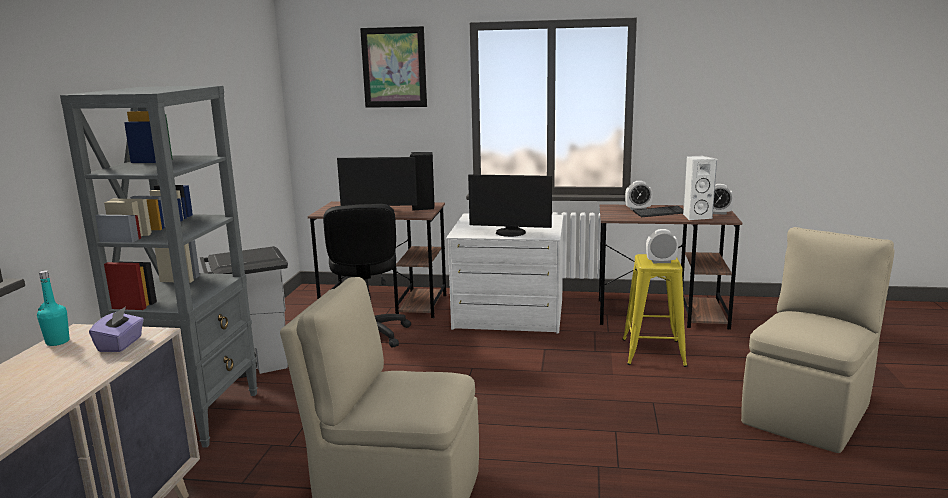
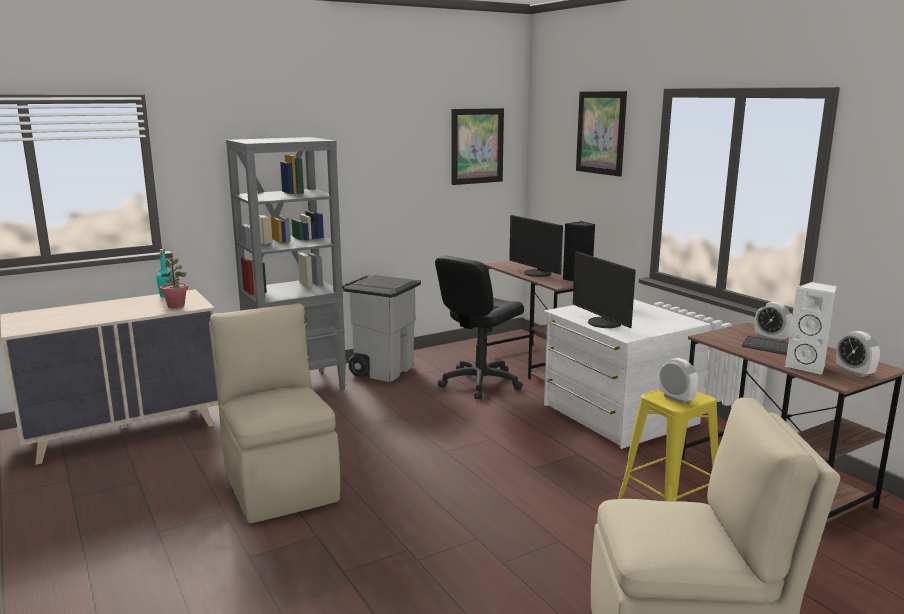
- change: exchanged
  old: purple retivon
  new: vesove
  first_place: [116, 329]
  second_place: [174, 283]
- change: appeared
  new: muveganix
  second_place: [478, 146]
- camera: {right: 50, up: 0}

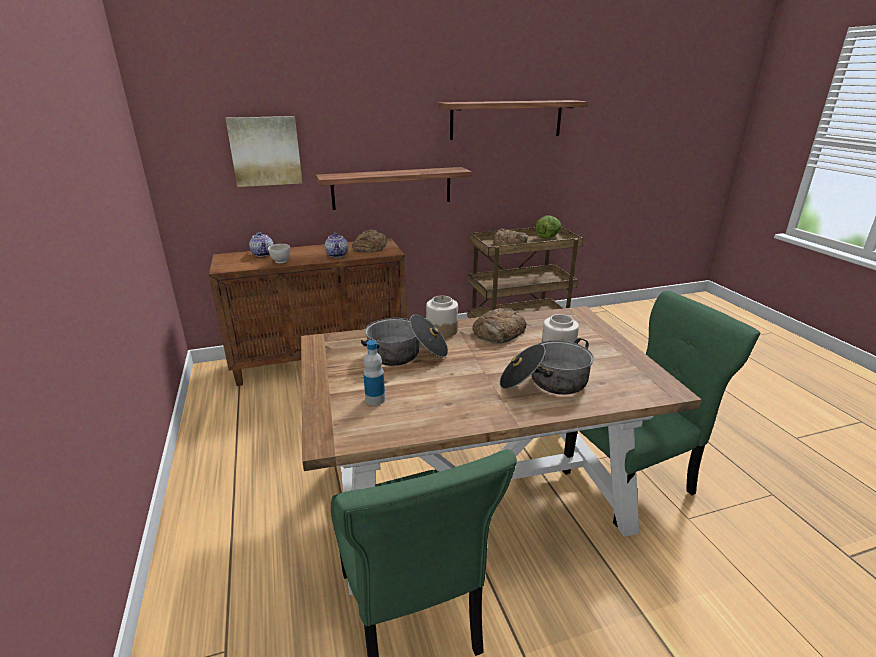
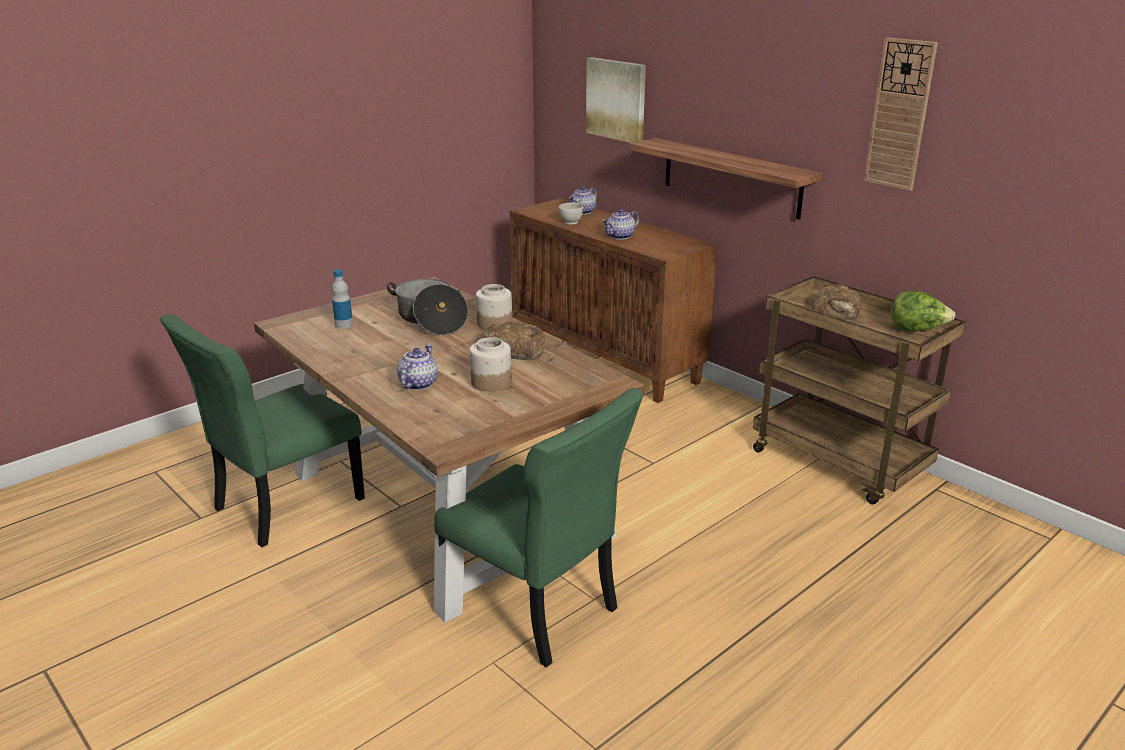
- change: exchanged
  old: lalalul
  new: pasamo
  first_place: [513, 120]
  second_place: [901, 114]
- change: missing
  old: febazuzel
  first_place: [369, 241]
- change: exchanged
  old: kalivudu
  new: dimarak
  first_place: [547, 366]
  second_place: [417, 367]
- camera: {right: 65, up: 0}

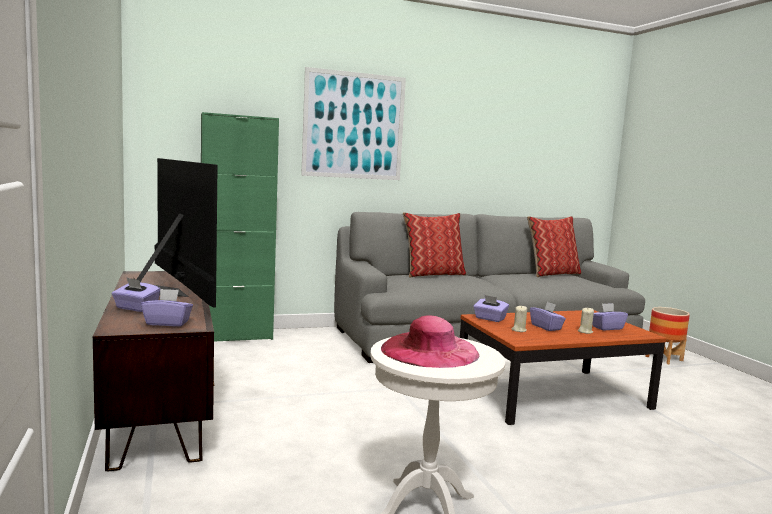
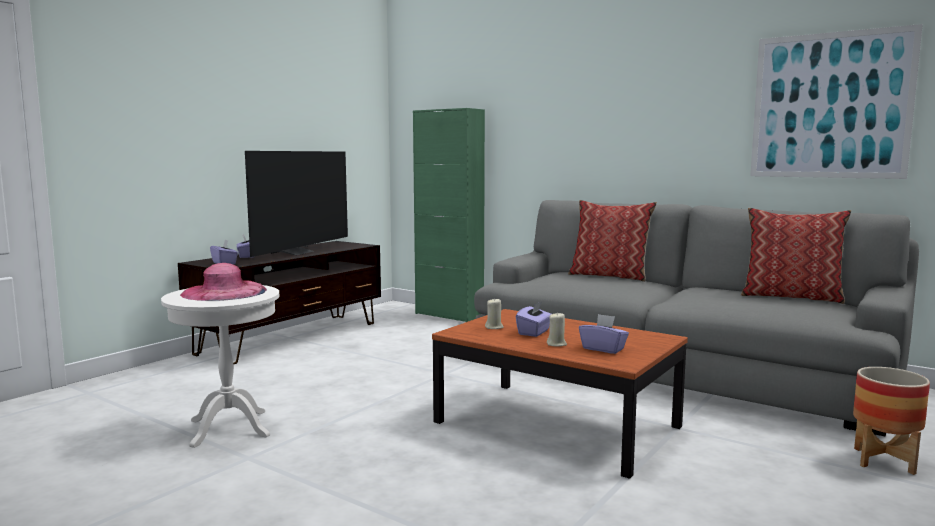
- change: relocated
  old: muveganix
  first_place: [353, 123]
  second_place: [836, 101]
- change: missing
  old: purple retivon
  first_place: [491, 308]
- camera: {right: 55, up: 0}

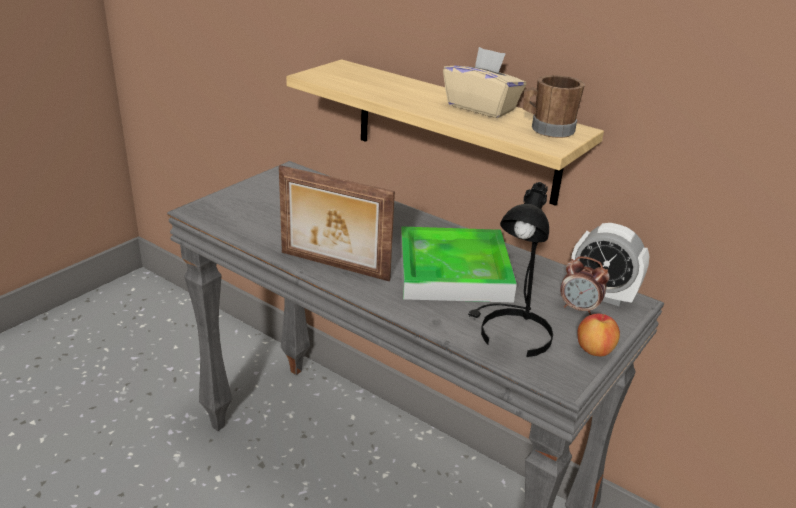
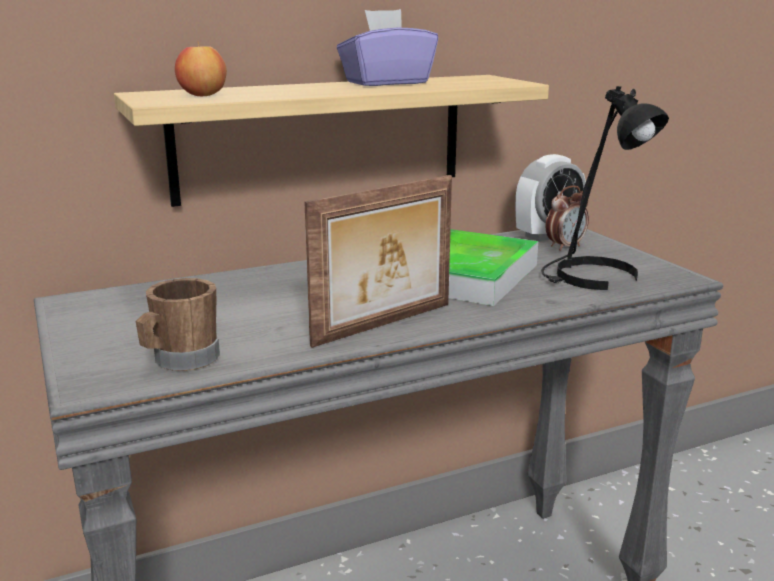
- change: colour
  old: beige retivon
  new: purple retivon
  first_place: [484, 82]
  second_place: [387, 47]
- change: relocated
  old: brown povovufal
  first_place: [554, 106]
  second_place: [178, 324]
- change: relocated
  old: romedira
  first_place: [598, 335]
  second_place: [201, 69]
- camera: {right: -60, up: -10}

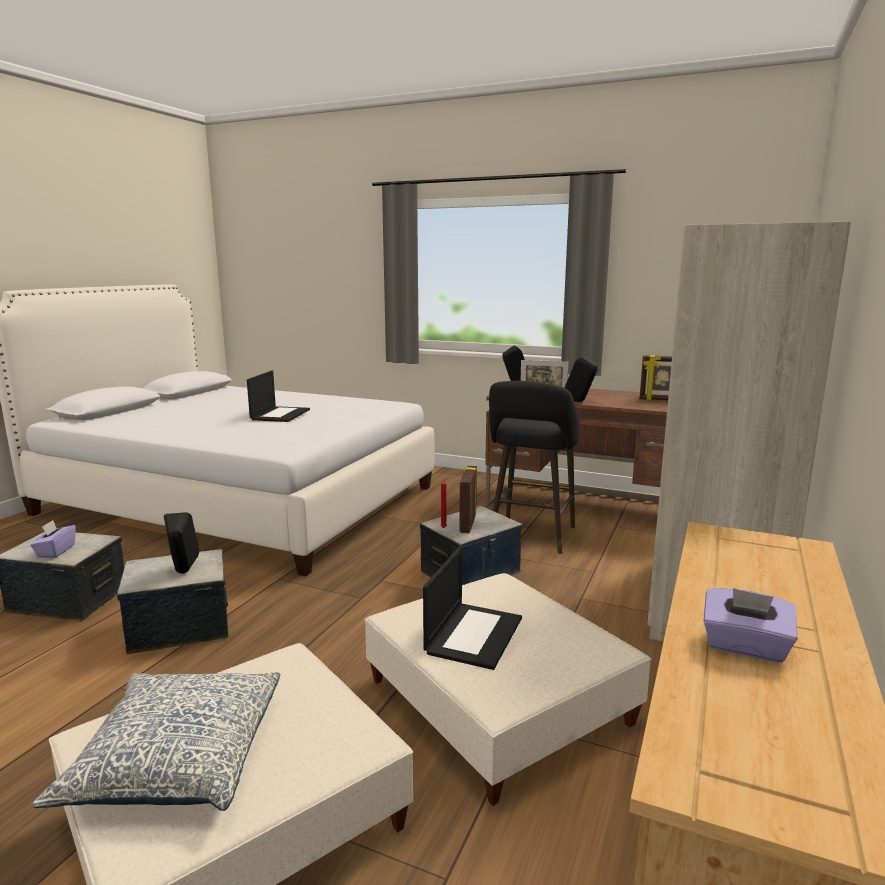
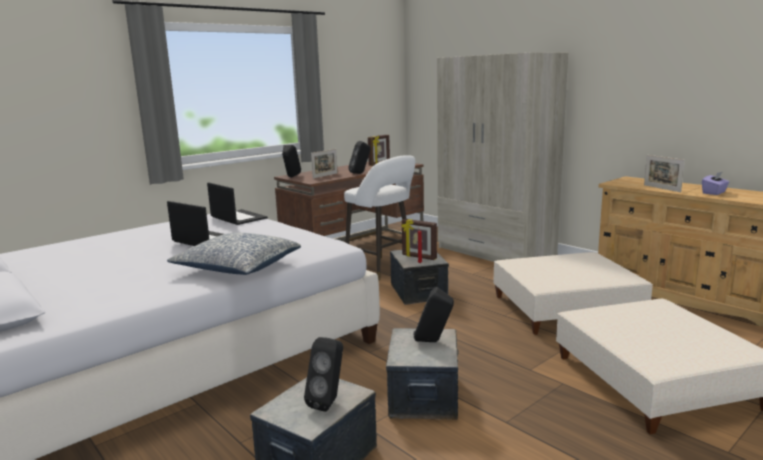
- change: colour
  old: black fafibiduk
  new: white fafibiduk
  first_place: [534, 467]
  second_place: [379, 218]
- change: exchanged
  old: purple retivon
  new: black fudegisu
  first_place: [53, 539]
  second_place: [323, 374]
- change: relocated
  old: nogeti
  first_place: [472, 608]
  second_place: [237, 203]
- change: relocated
  old: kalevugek
  first_place: [156, 741]
  second_place: [234, 254]
- change: appeared
  new: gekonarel
  second_place: [664, 173]
- camera: {right: -65, up: 0}

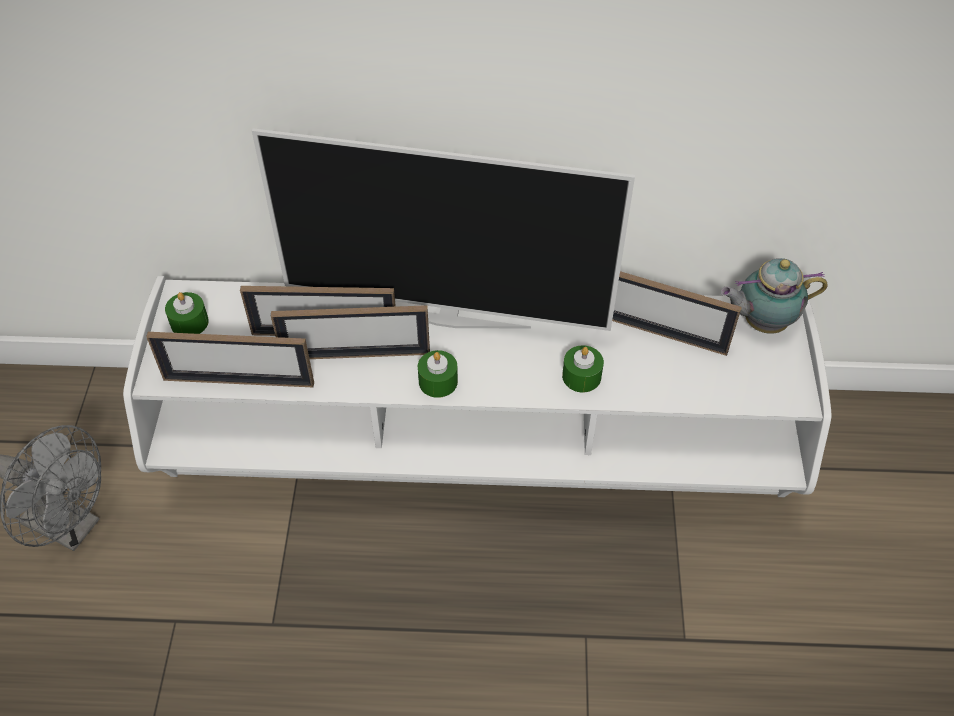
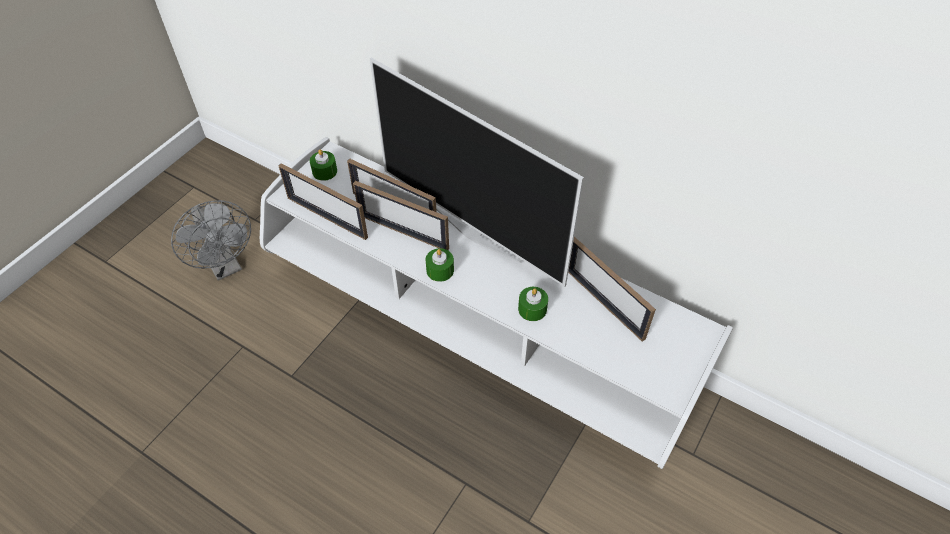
- change: missing
  old: dimarak
  first_place: [774, 296]
- camera: {right: 30, up: 0}

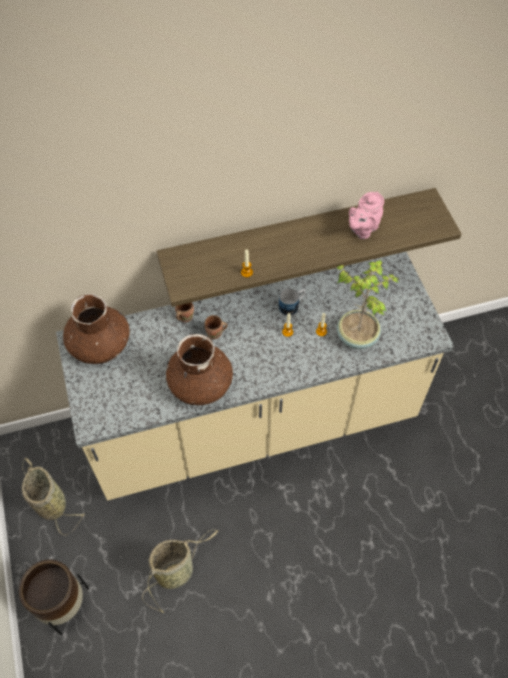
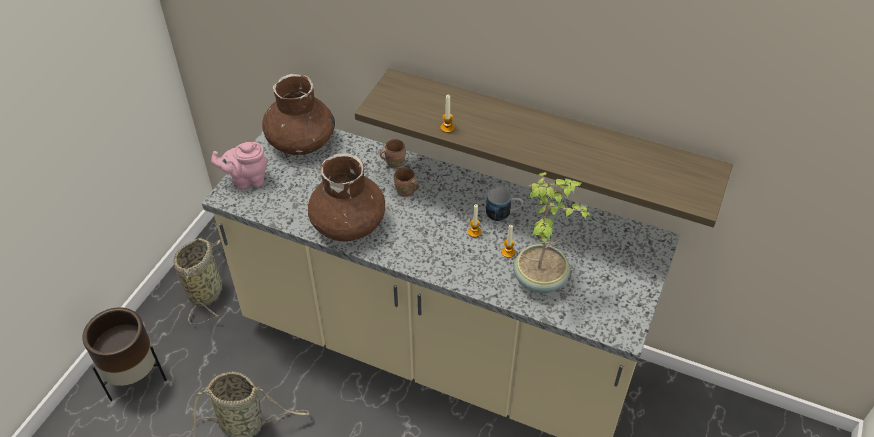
- change: relocated
  old: pink dimarak
  first_place: [366, 215]
  second_place: [239, 165]
- camera: {right: 40, up: -10}

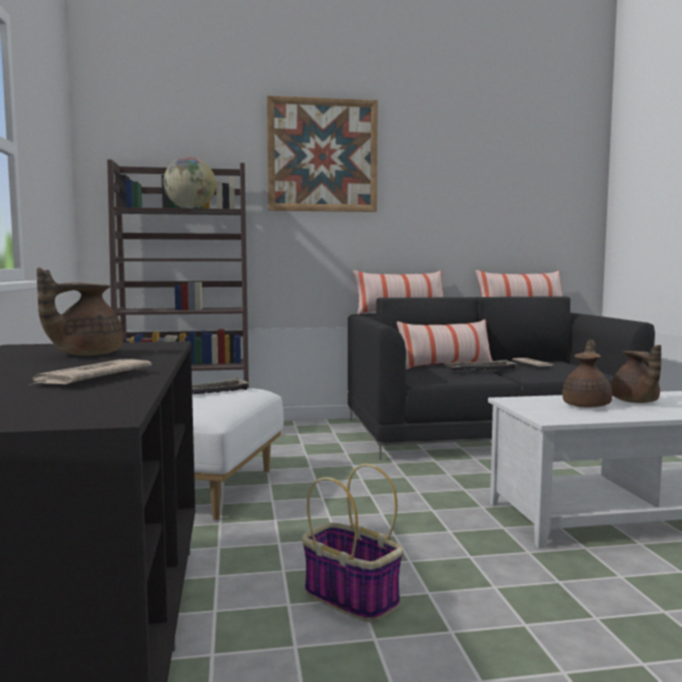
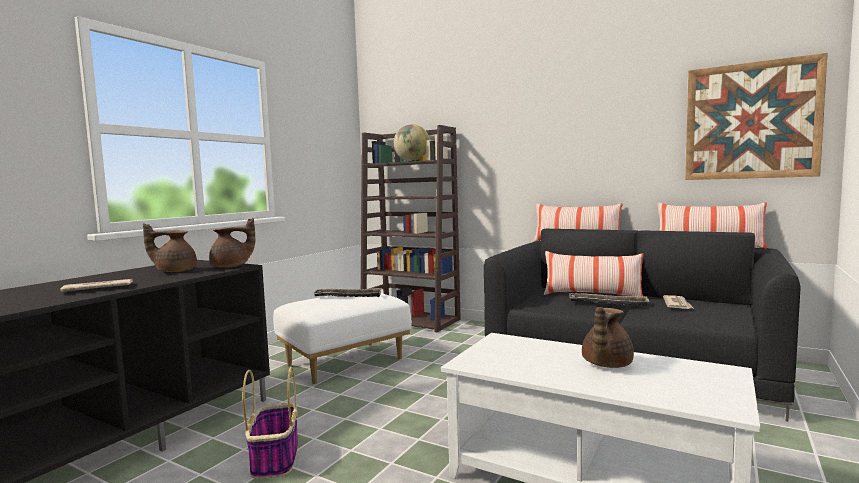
- change: relocated
  old: muveganix
  first_place: [322, 154]
  second_place: [756, 116]
- change: relocated
  old: brown dimarak
  first_place: [587, 373]
  second_place: [232, 243]
- camera: {right: 40, up: 0}

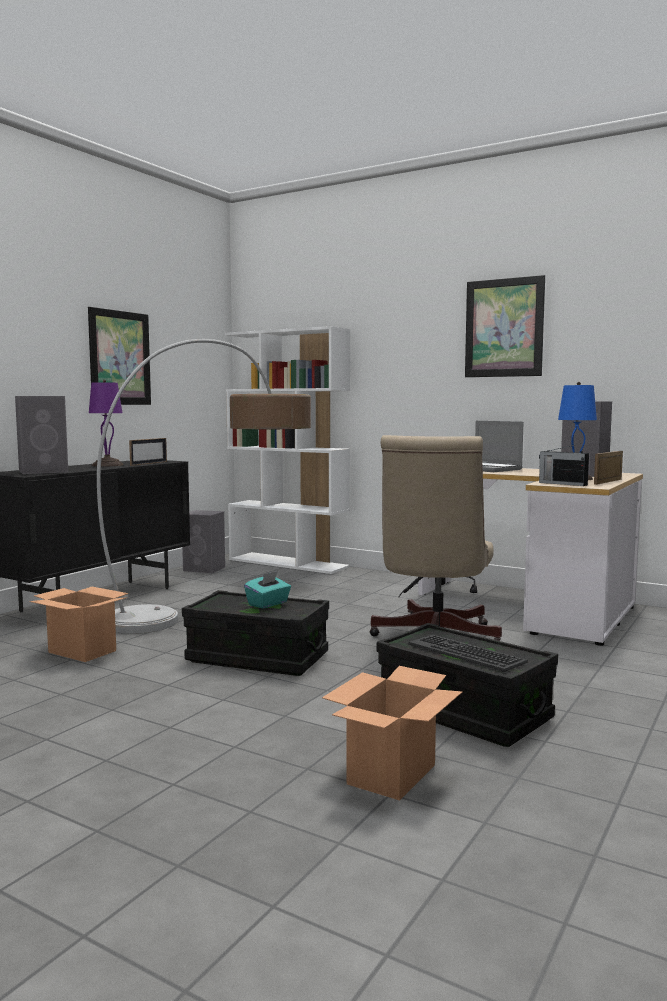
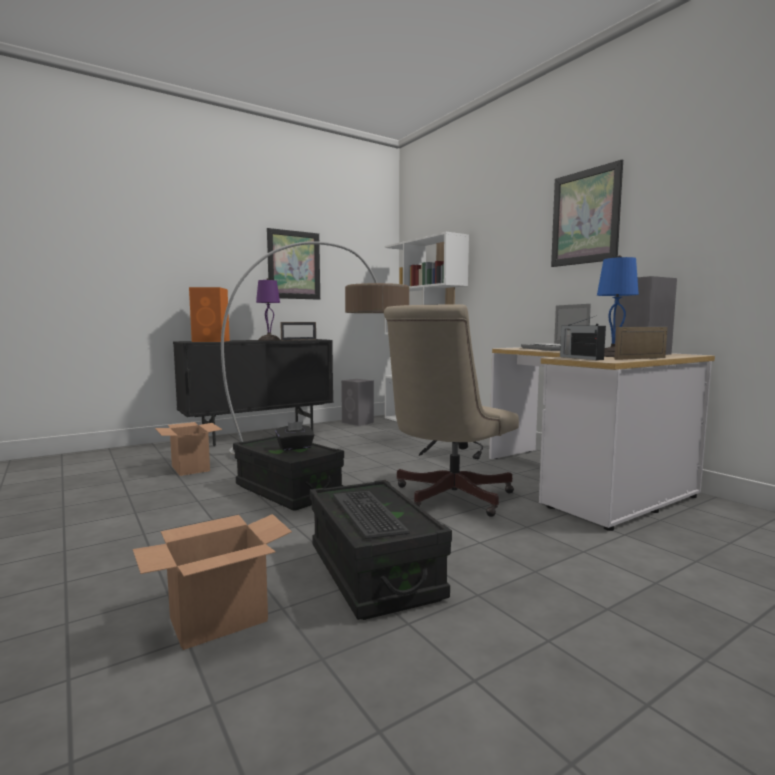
- change: colour
  old: grey fudegisu
  new: orange fudegisu
  first_place: [41, 435]
  second_place: [209, 314]
- change: colour
  old: turquoise retivon
  new: black retivon
  first_place: [267, 589]
  second_place: [294, 436]
- camera: {right: 25, up: 0}

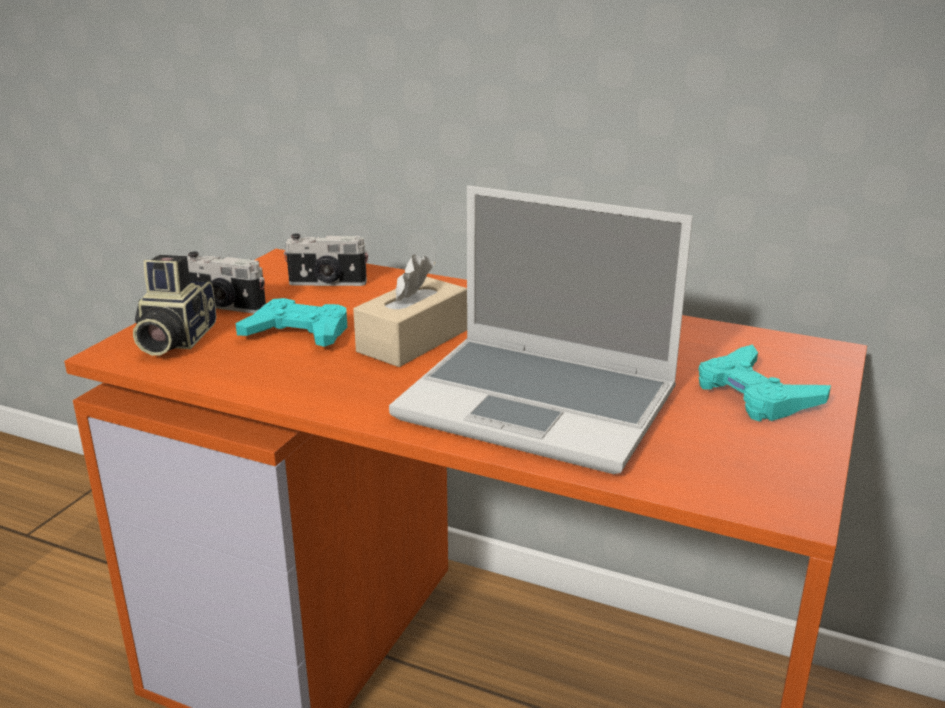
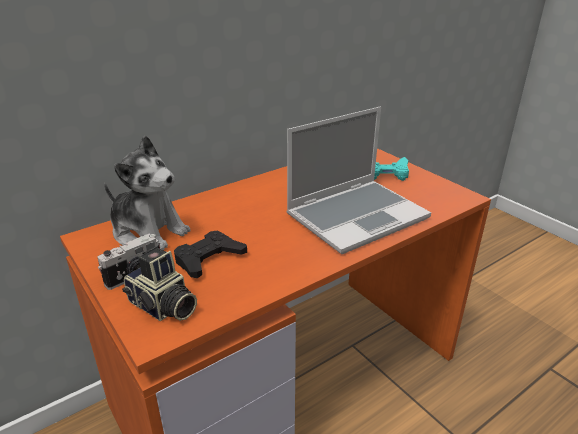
- change: exchanged
  old: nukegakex
  new: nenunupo
  first_place: [326, 260]
  second_place: [147, 192]
- change: missing
  old: beige retivon
  first_place: [410, 310]
- change: colour
  old: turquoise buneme
  new: black buneme
  first_place: [291, 322]
  second_place: [210, 254]
- camera: {right: -60, up: 5}

